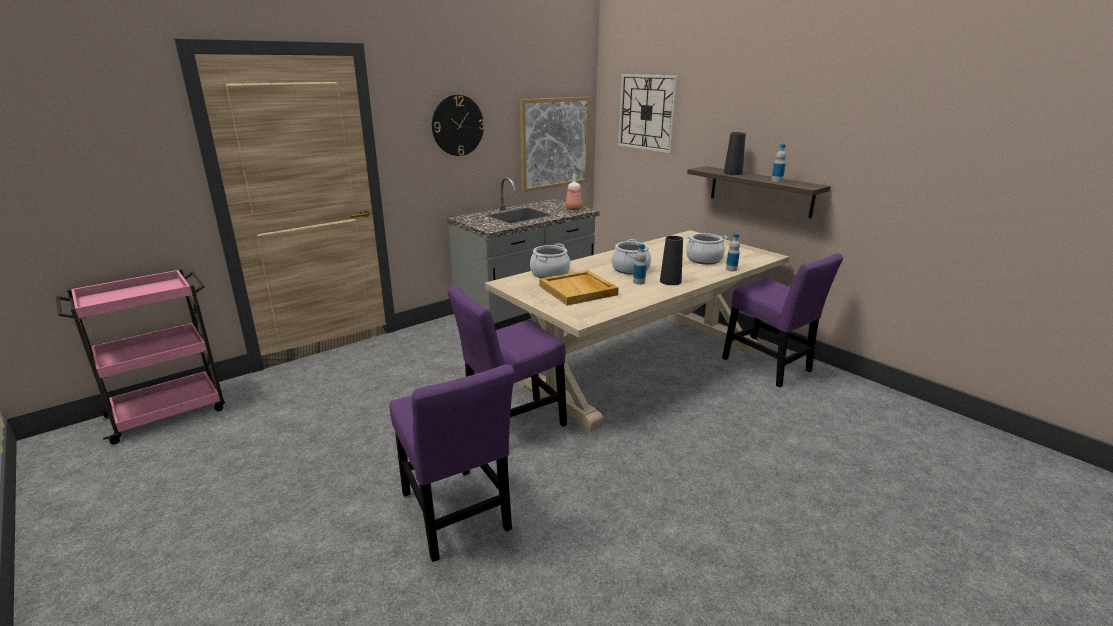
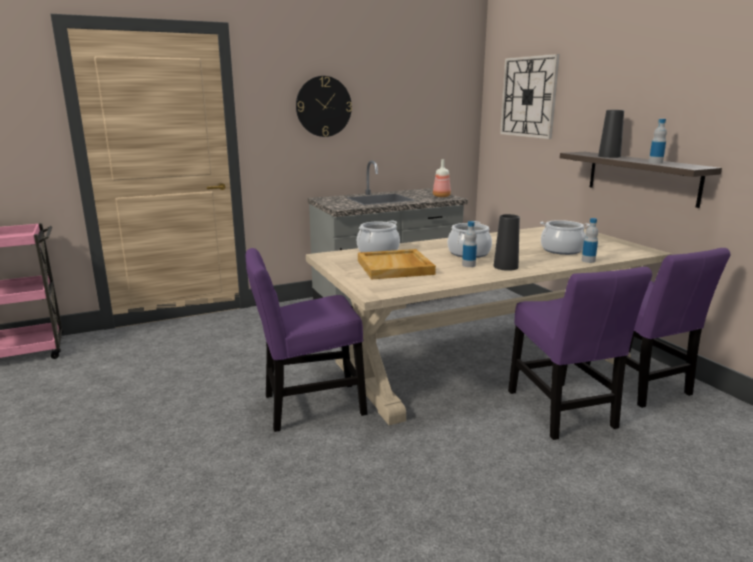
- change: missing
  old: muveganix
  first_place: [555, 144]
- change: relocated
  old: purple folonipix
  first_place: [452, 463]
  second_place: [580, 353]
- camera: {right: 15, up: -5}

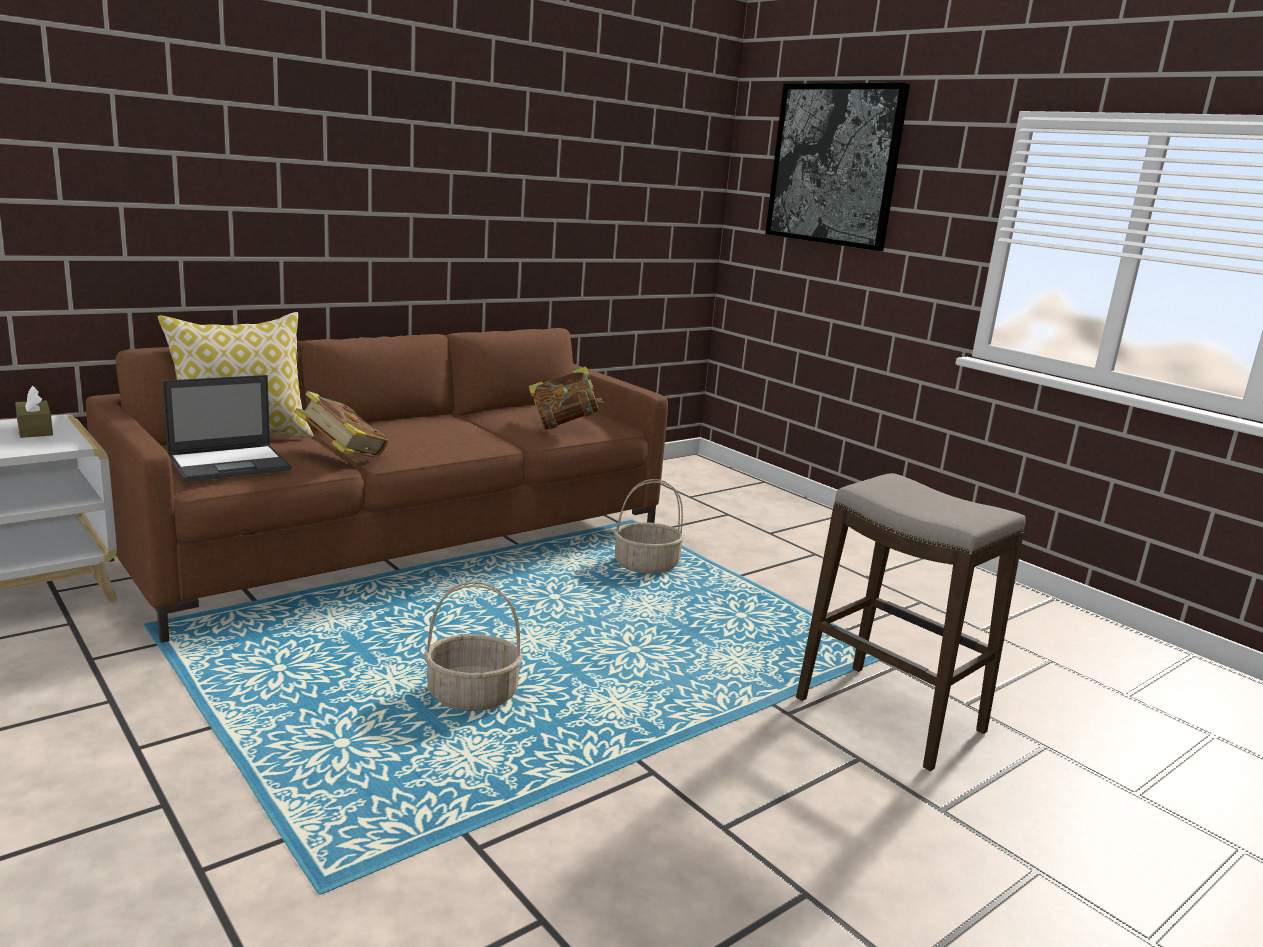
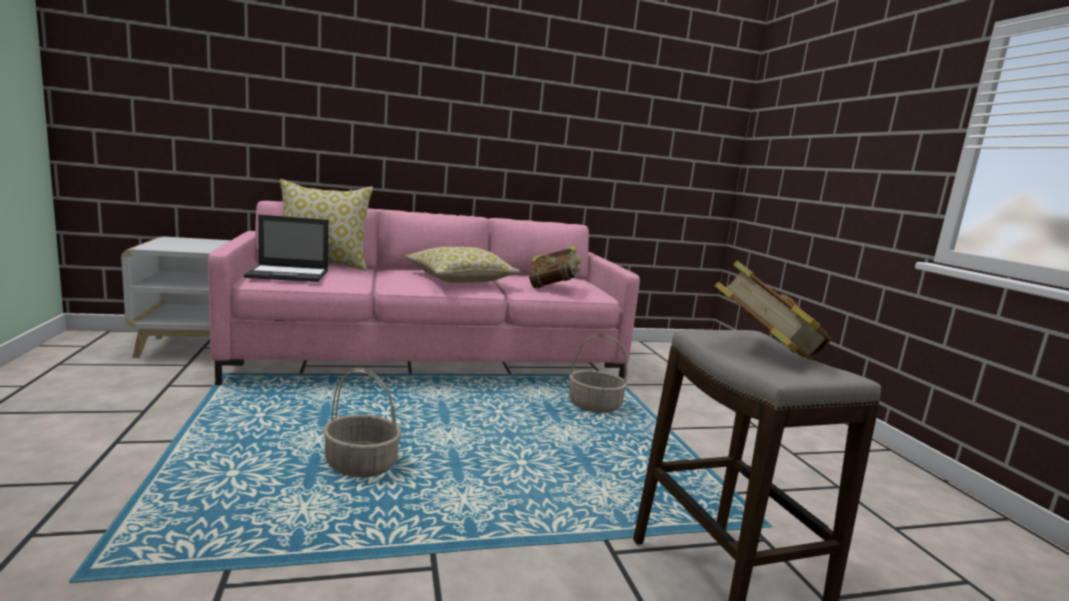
- change: missing
  old: muveganix
  first_place: [837, 167]
- change: colour
  old: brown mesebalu
  new: pink mesebalu
  first_place: [377, 485]
  second_place: [424, 293]
- change: missing
  old: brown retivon
  first_place: [34, 412]
- change: relocated
  old: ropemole
  first_place: [341, 424]
  second_place: [773, 310]
- change: appeared
  new: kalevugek
  second_place: [462, 265]
- camera: {right: 25, up: -5}

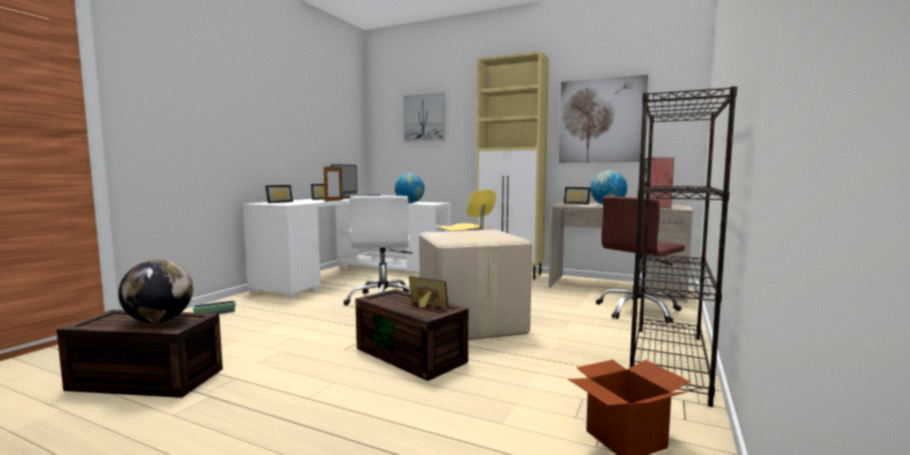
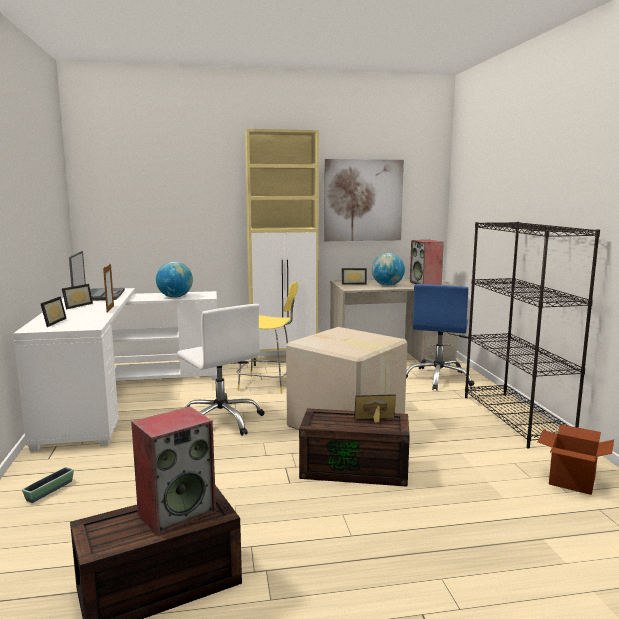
- change: missing
  old: muveganix
  first_place: [424, 117]
- change: colour
  old: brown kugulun
  new: blue kugulun
  first_place: [640, 259]
  second_place: [440, 337]
- change: exchanged
  old: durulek
  new: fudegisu
  first_place: [155, 291]
  second_place: [173, 471]
- camera: {right: -35, up: 5}

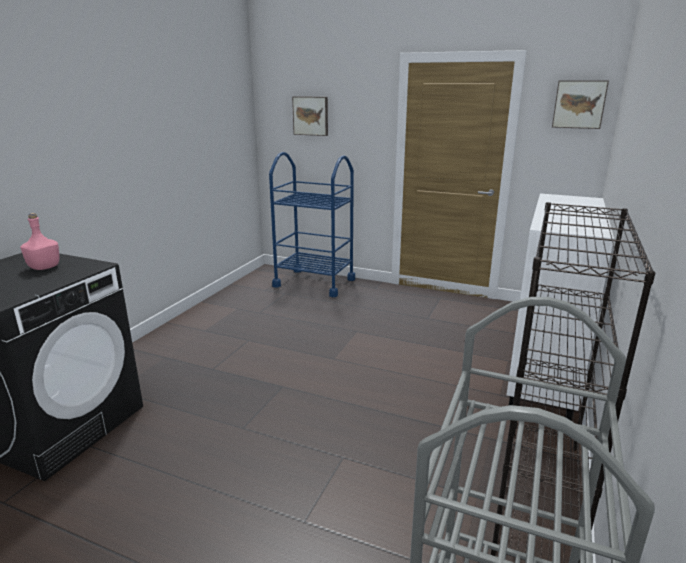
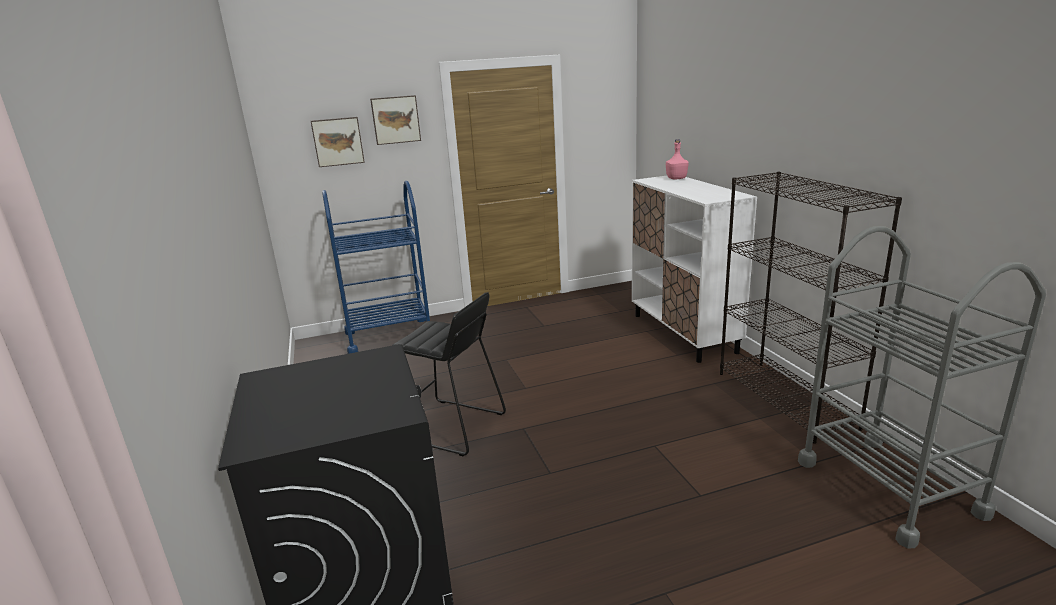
- change: relocated
  old: muveganix
  first_place: [580, 104]
  second_place: [395, 120]
- change: relocated
  old: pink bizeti
  first_place: [40, 241]
  second_place: [677, 159]
- change: appeared
  new: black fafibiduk
  second_place: [449, 374]
- camera: {right: -40, up: 0}

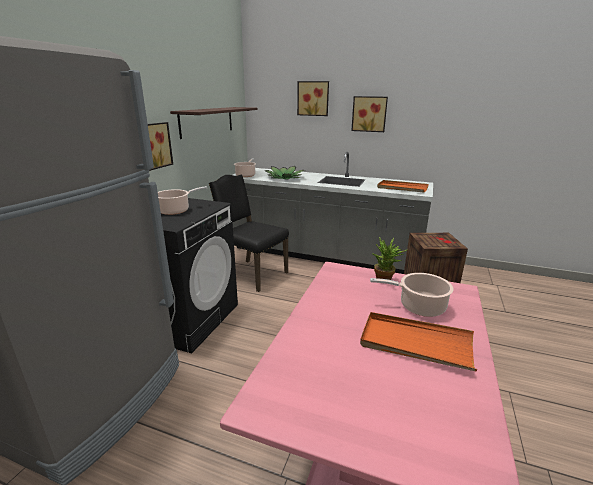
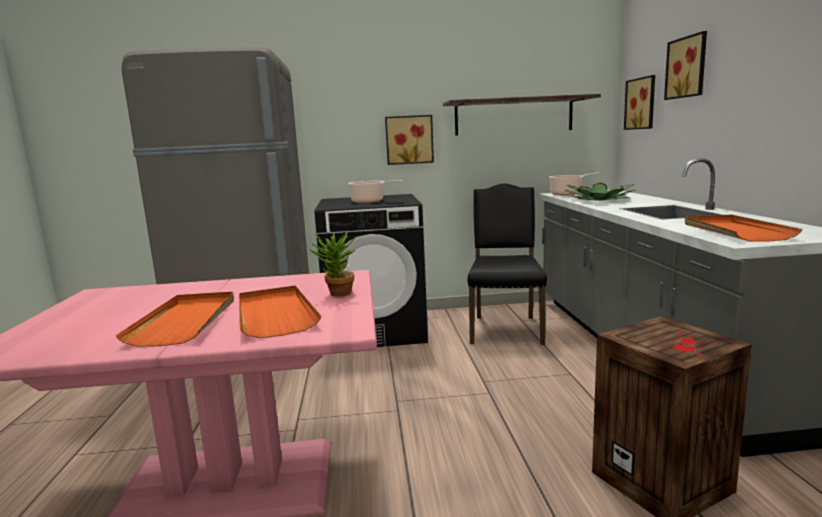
- change: relocated
  old: muveganix
  first_place: [369, 114]
  second_place: [639, 102]
- change: exchanged
  old: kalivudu
  new: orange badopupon
  first_place: [412, 295]
  second_place: [280, 311]
- camera: {right: 65, up: -10}

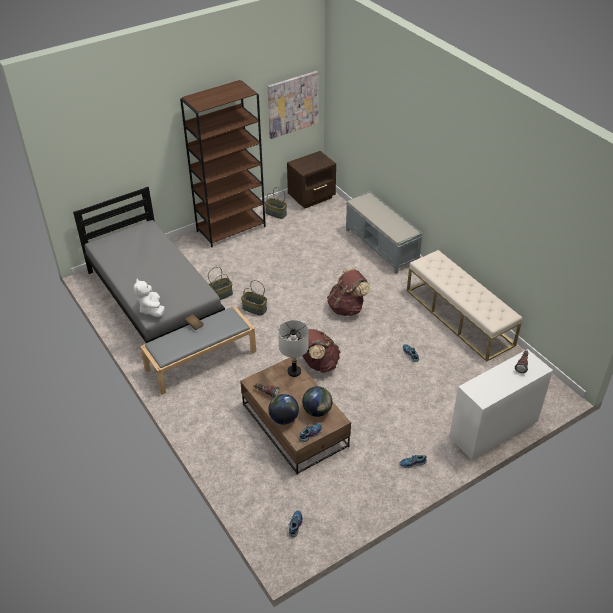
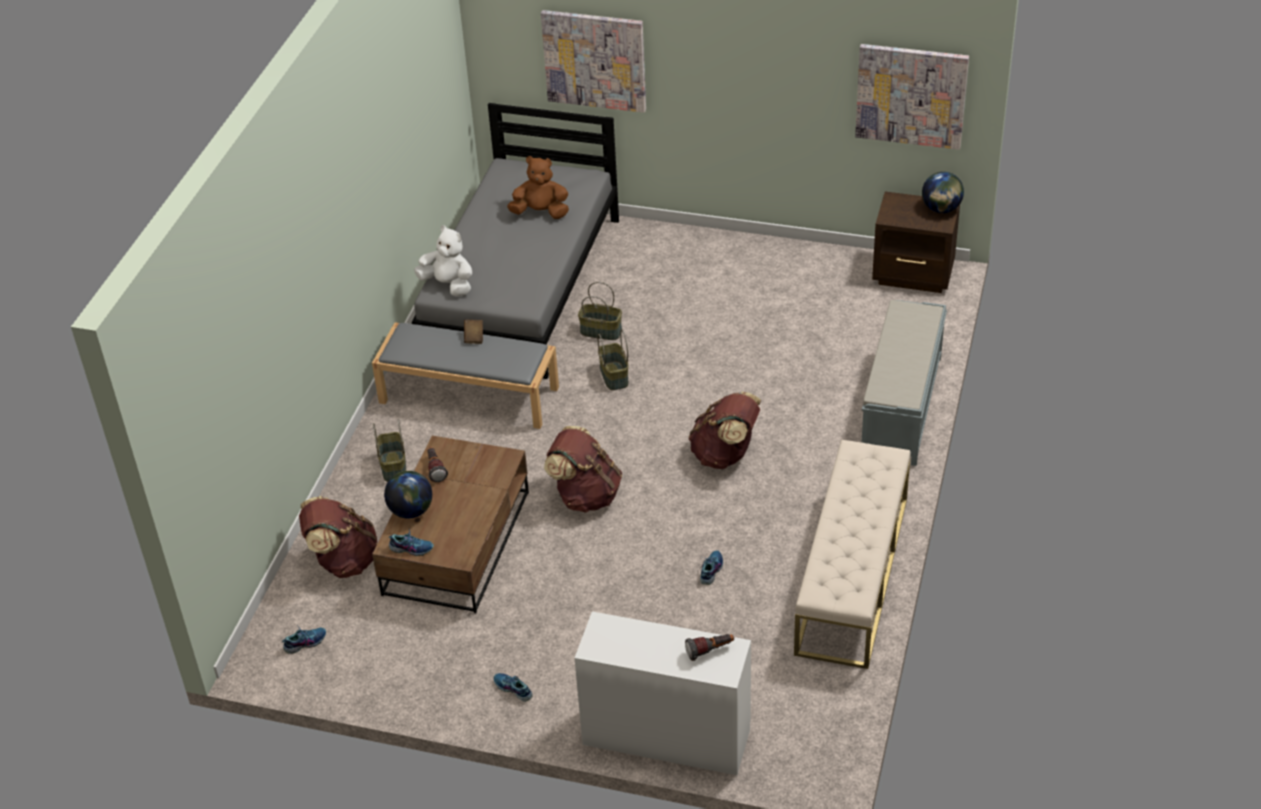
- change: missing
  old: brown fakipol
  first_place: [223, 164]
- change: relocated
  old: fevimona
  first_place: [276, 203]
  second_place: [389, 450]
- change: spun
  old: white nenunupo
  first_place: [149, 297]
  second_place: [443, 261]
  degrees: 90
- change: missing
  old: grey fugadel
  first_place: [293, 348]
- change: relocated
  old: durulek
  first_place: [317, 401]
  second_place: [943, 192]
- change: appeared
  new: muveganix
  second_place: [593, 61]
- change: appeared
  new: brown nenunupo
  second_place: [538, 187]
- change: appeared
  new: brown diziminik
  second_place: [338, 537]
- camera: {right: 50, up: 0}

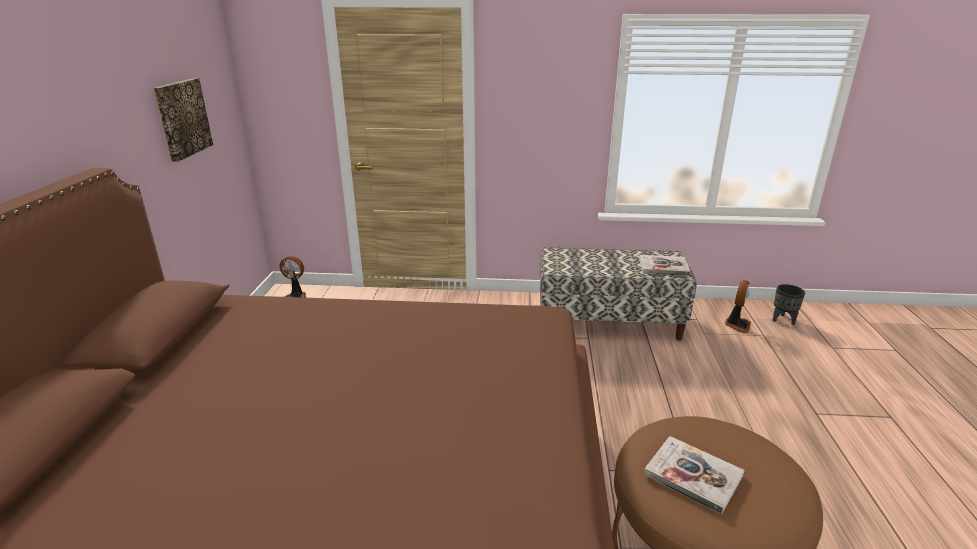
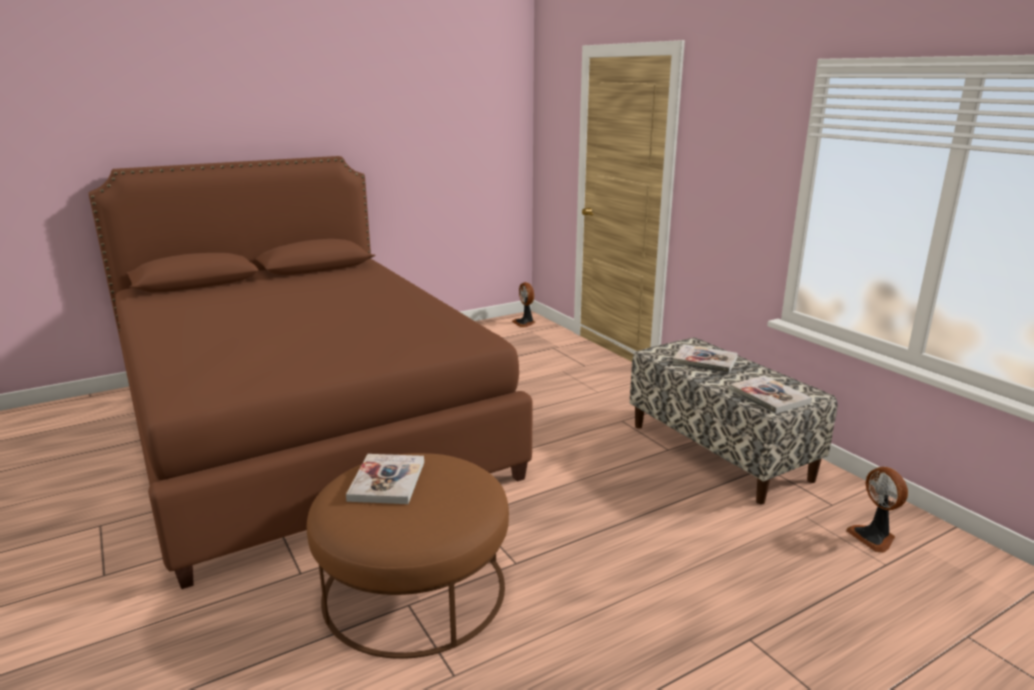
- change: missing
  old: muveganix
  first_place: [183, 120]
- change: spun
  old: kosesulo
  first_place: [738, 306]
  second_place: [877, 510]
  degrees: 75
- change: missing
  old: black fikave
  first_place: [788, 304]
- change: appeared
  new: ropemole
  second_place: [705, 358]
- camera: {right: 55, up: -5}

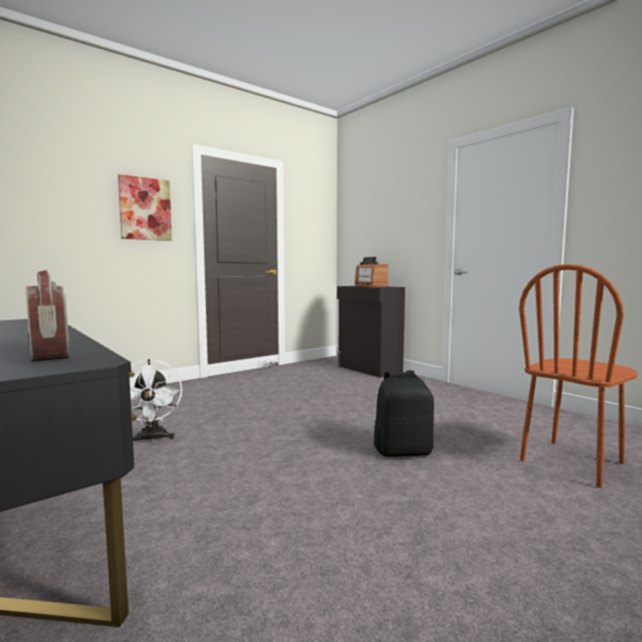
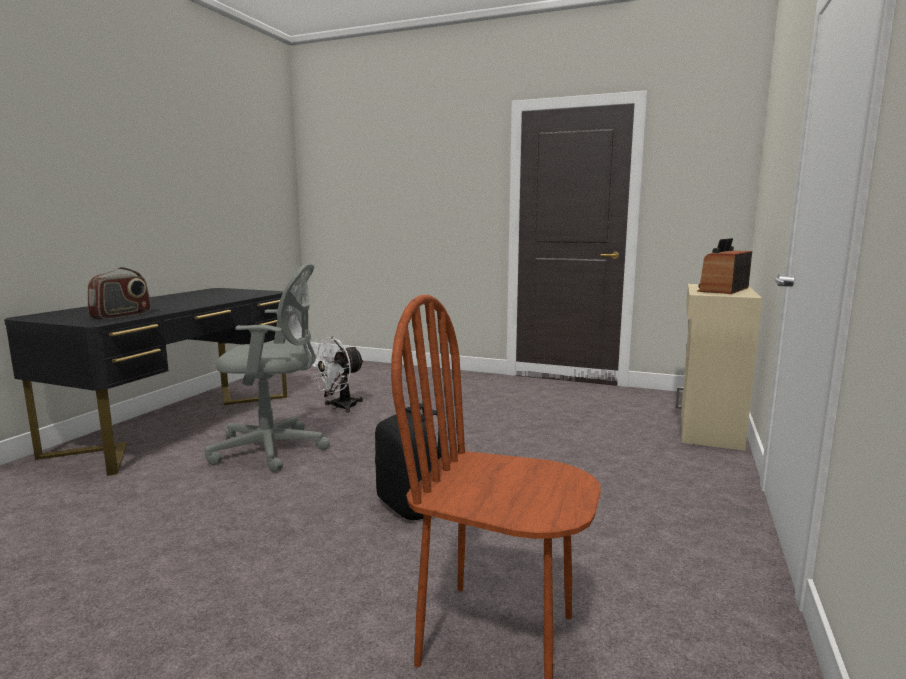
- change: missing
  old: muveganix
  first_place: [145, 207]
- change: colour
  old: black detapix
  new: beige detapix
  first_place: [371, 332]
  second_place: [718, 367]
- change: appeared
  new: grey kugulun
  second_place: [267, 368]
- camera: {right: 60, up: 5}

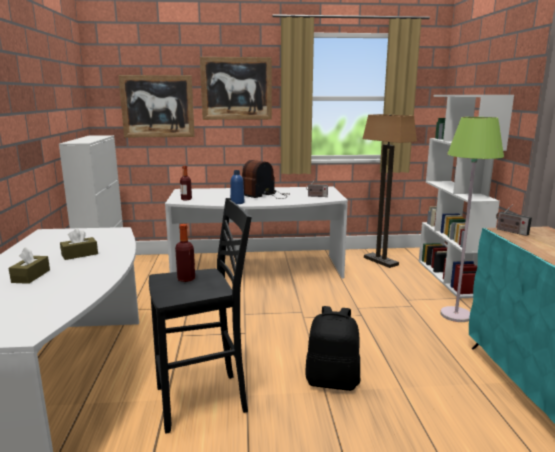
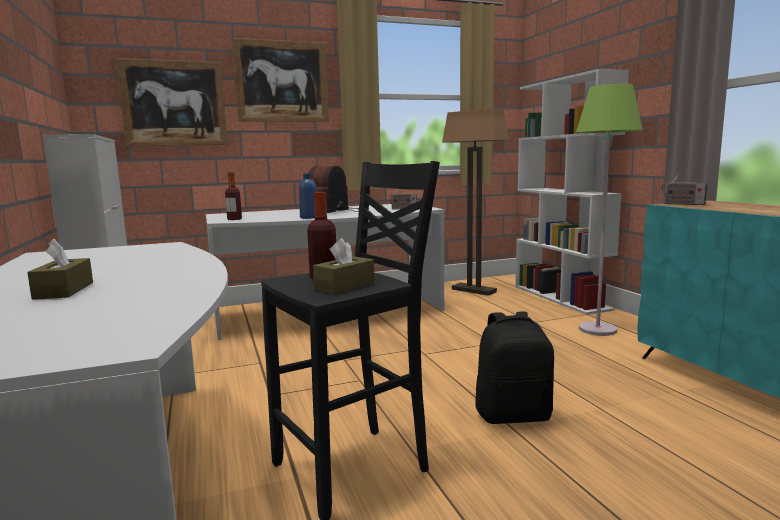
- change: relocated
  old: brown retivon
  first_place: [79, 244]
  second_place: [343, 266]
- camera: {right: -15, up: -5}

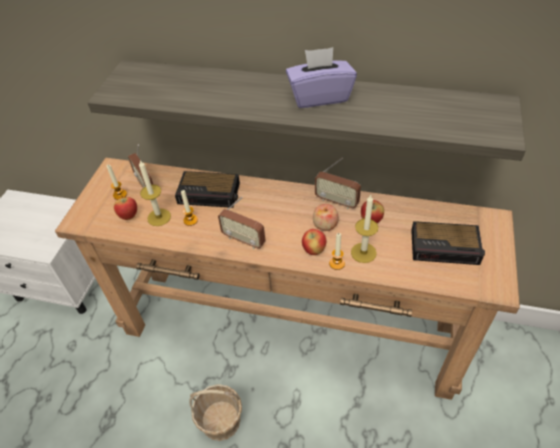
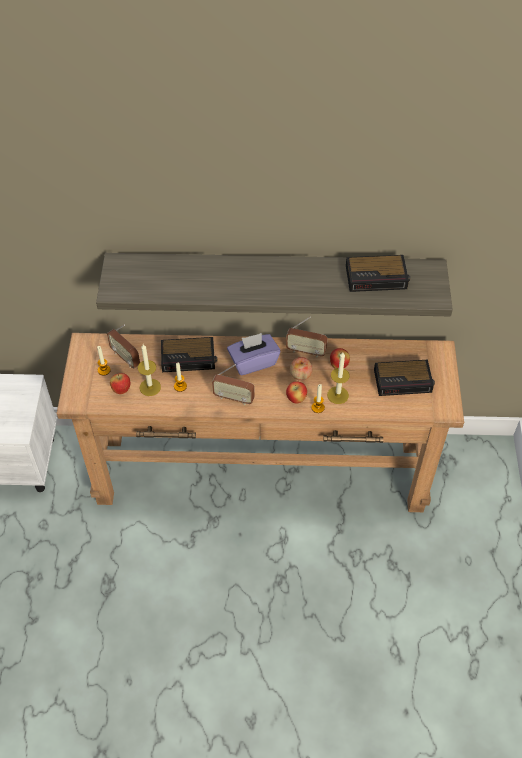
- change: relocated
  old: purple retivon
  first_place: [321, 77]
  second_place: [253, 354]
- change: missing
  old: fevimona
  first_place: [215, 412]
- change: appeared
  new: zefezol
  second_place: [378, 273]
- camera: {right: -15, up: 5}

